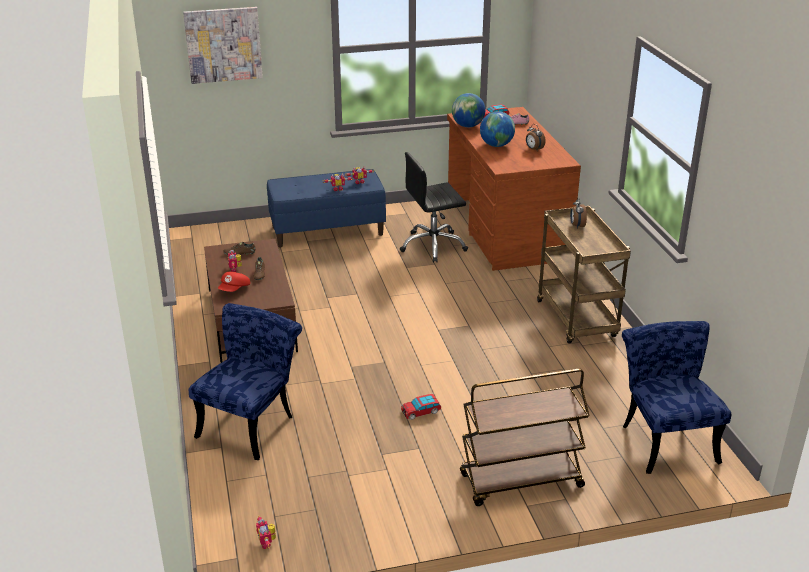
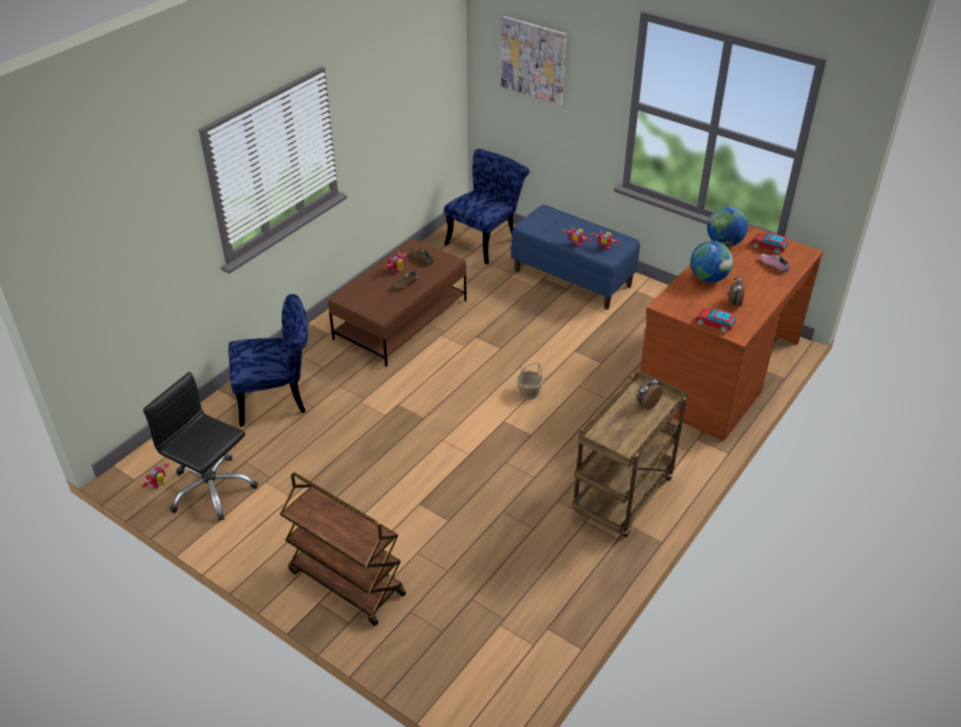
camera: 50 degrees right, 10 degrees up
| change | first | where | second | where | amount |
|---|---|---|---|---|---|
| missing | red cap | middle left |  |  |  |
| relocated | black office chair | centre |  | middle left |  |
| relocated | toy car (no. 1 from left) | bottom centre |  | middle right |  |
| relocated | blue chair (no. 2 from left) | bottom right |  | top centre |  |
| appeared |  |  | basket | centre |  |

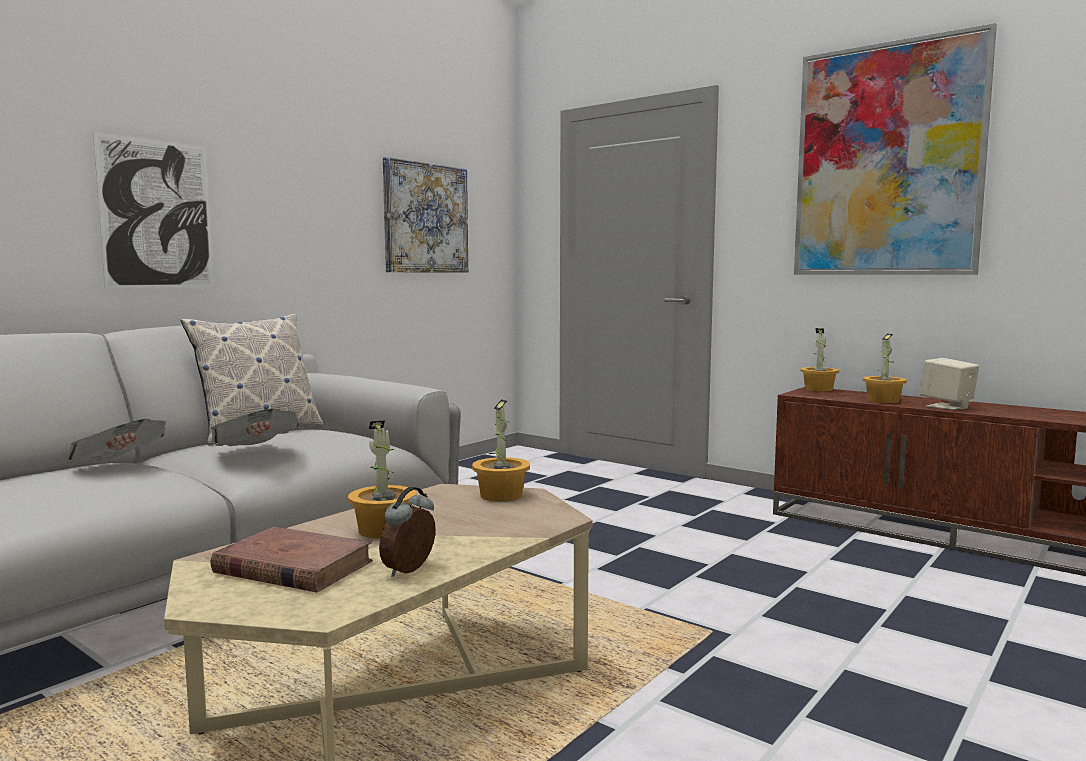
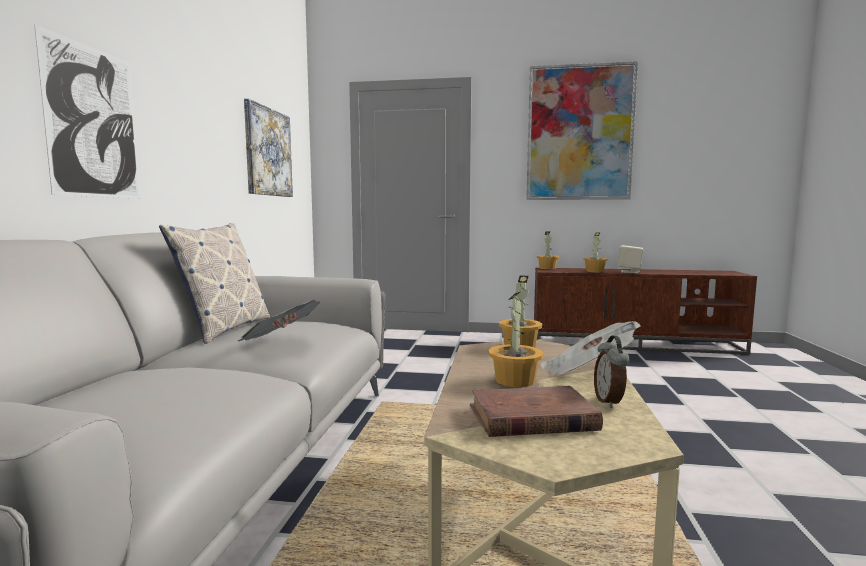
camera: 30 degrees left, 0 degrees up
| change | first | where | second | where | amount |
|---|---|---|---|---|---|
| relocated | newspaper (no. 1 from left in the first image) | middle left | newspaper (no. 2 from left) | middle right |  |

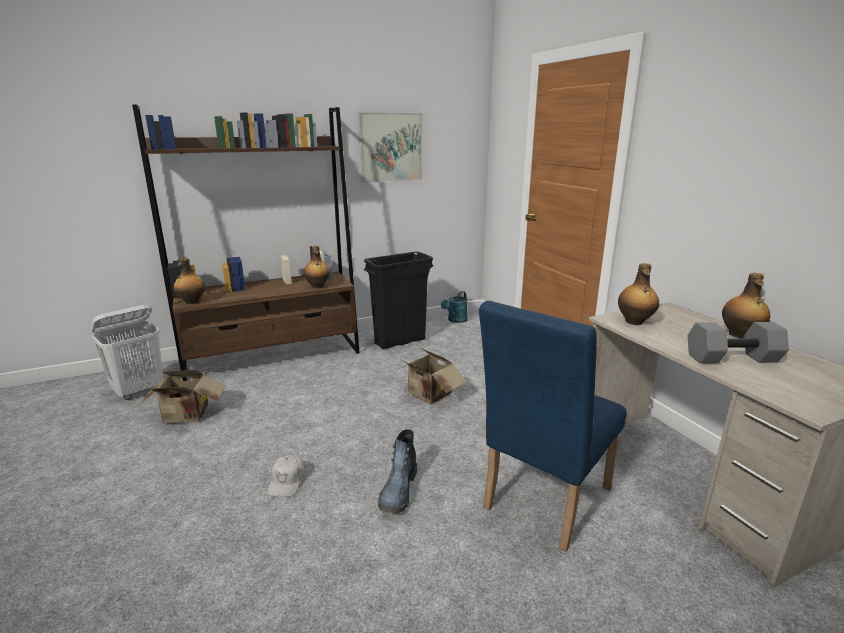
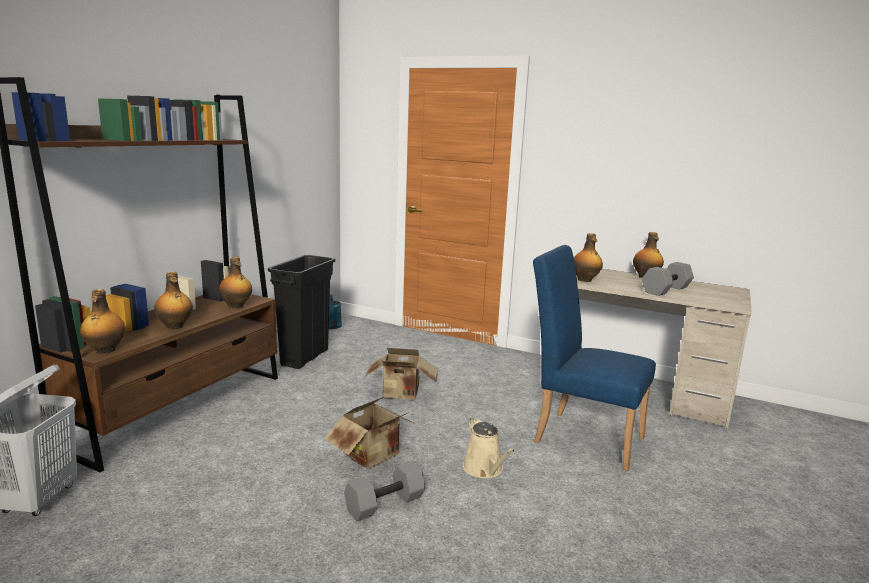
camera: 40 degrees left, 5 degrees down
| change | first | where | second | where | amount |
|---|---|---|---|---|---|
| relocated | cardboard box (no. 1 from left) | middle left |  | bottom centre |  |
| exchanged | white cap | bottom centre | grey dumbbell (no. 1 from left) | bottom centre |  |
| missing | picture | top centre |  |  |  |
| exchanged | boot | bottom centre | beige watering can | bottom centre |  |
| spun | blue chair | bottom centre |  | middle right | 120 degrees clockwise |
| appeared |  |  | bottle (no. 2 from left) | middle left |  |

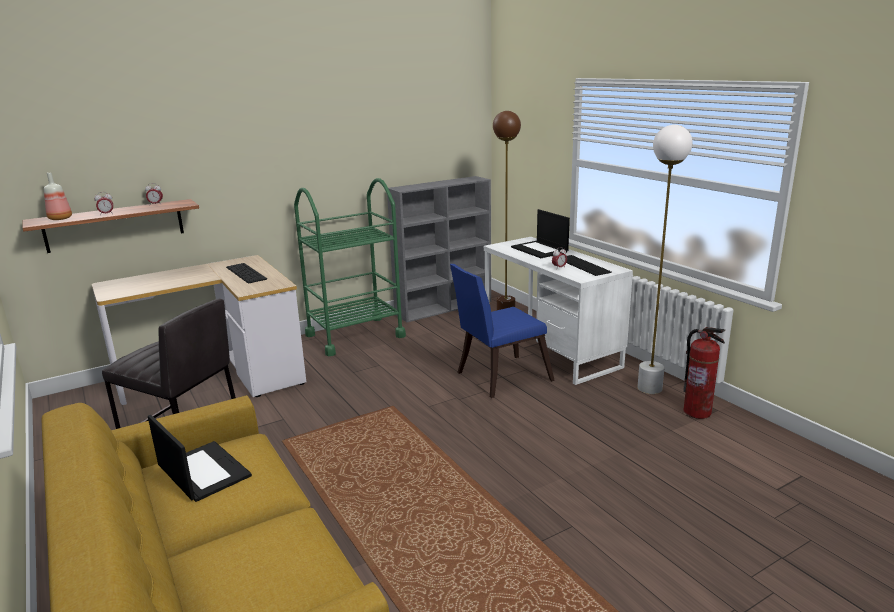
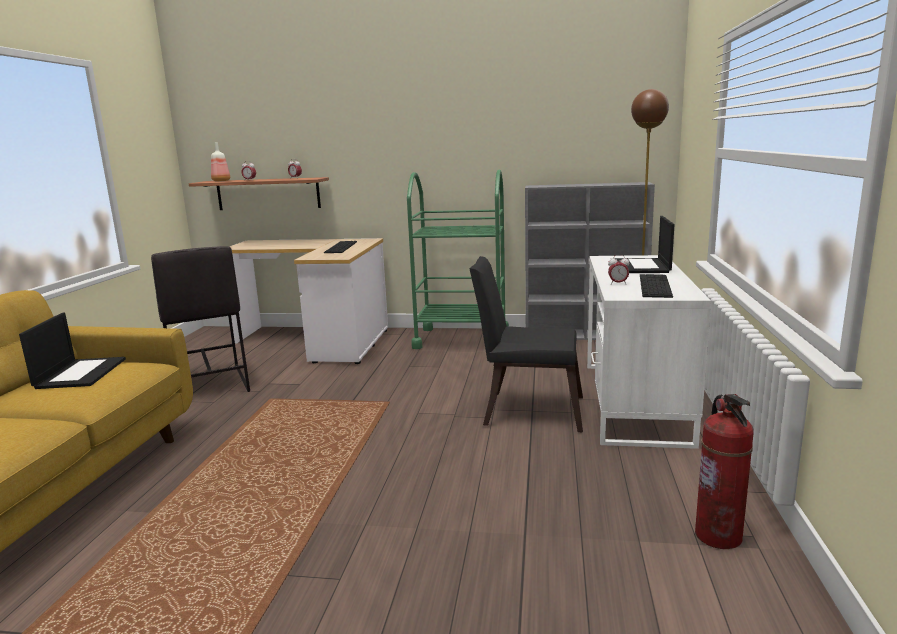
camera: 40 degrees right, 5 degrees down
| change | first | where | second | where | amount |
|---|---|---|---|---|---|
| colour | blue chair | centre | black chair | centre |  |
| missing | white floor lamp | middle right |  |  |  |

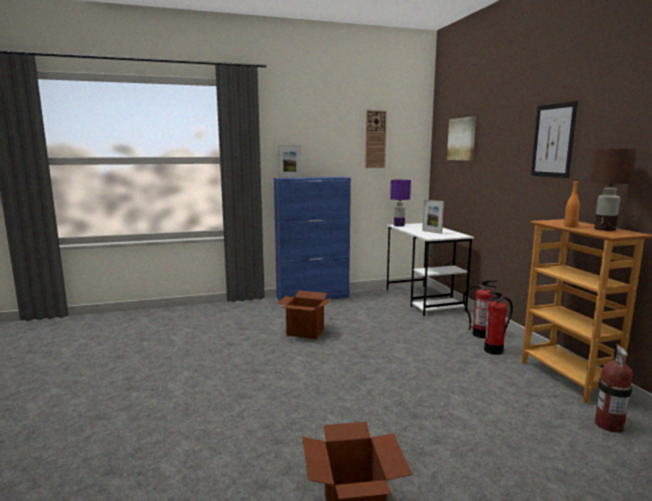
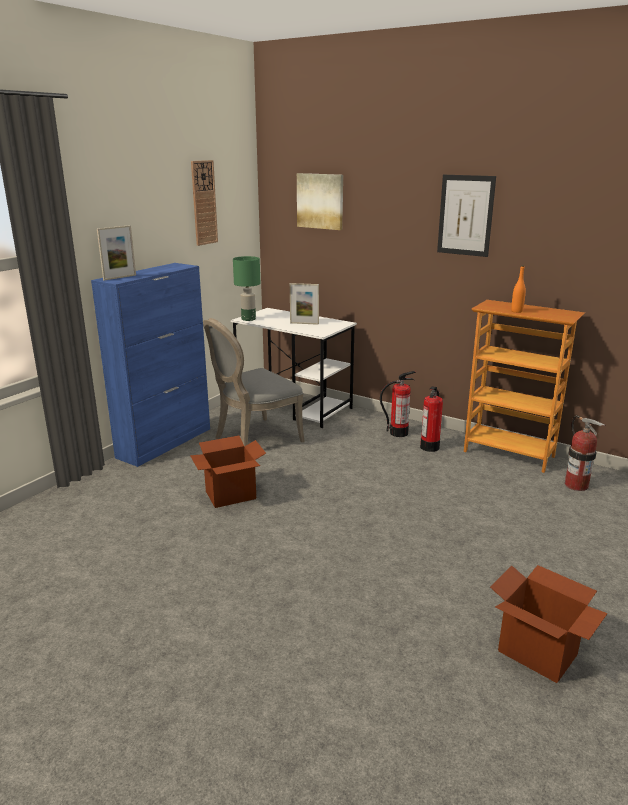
camera: 40 degrees left, 10 degrees up
| change | first | where | second | where | amount |
|---|---|---|---|---|---|
| colour | purple table lamp | centre | green table lamp | centre |  |
| missing | brown table lamp | middle right |  |  |  |
| appeared |  |  | grey chair | centre |  |

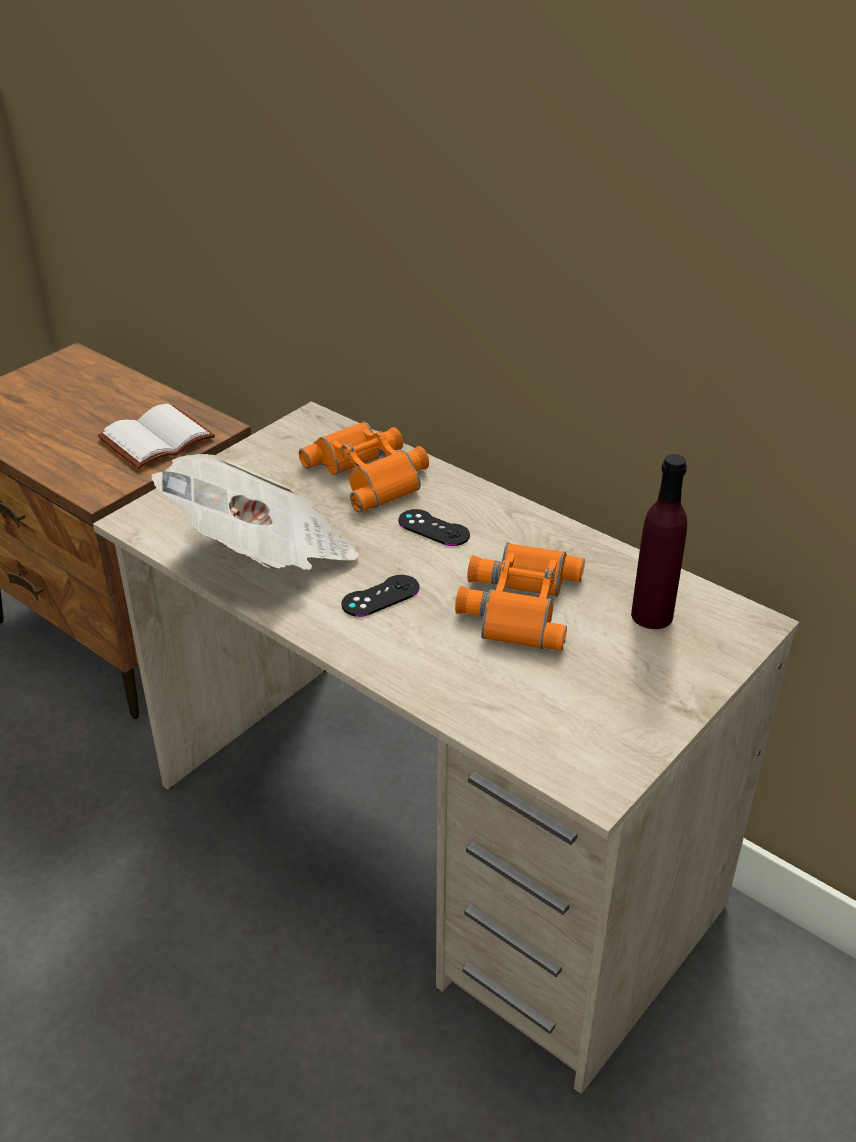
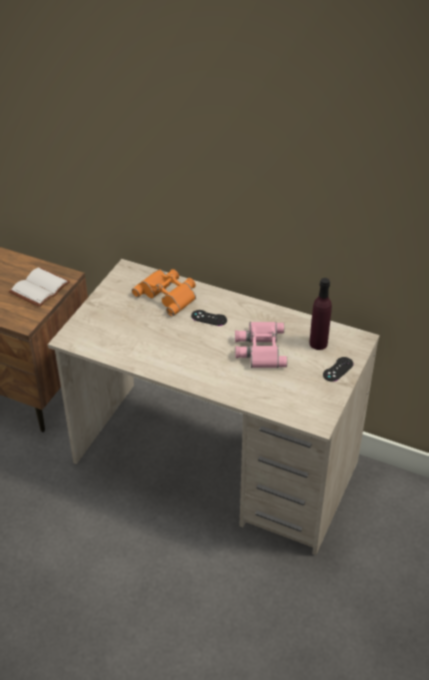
camera: 15 degrees left, 5 degrees up
| change | first | where | second | where | amount |
|---|---|---|---|---|---|
| missing | newspaper | middle left |  |  |  |
| relocated | black game controller (no. 1 from left in the first image) | centre | black game controller (no. 2 from left) | middle right |  |
| colour | orange binoculars (no. 2 from left) | centre | pink binoculars | centre |  |

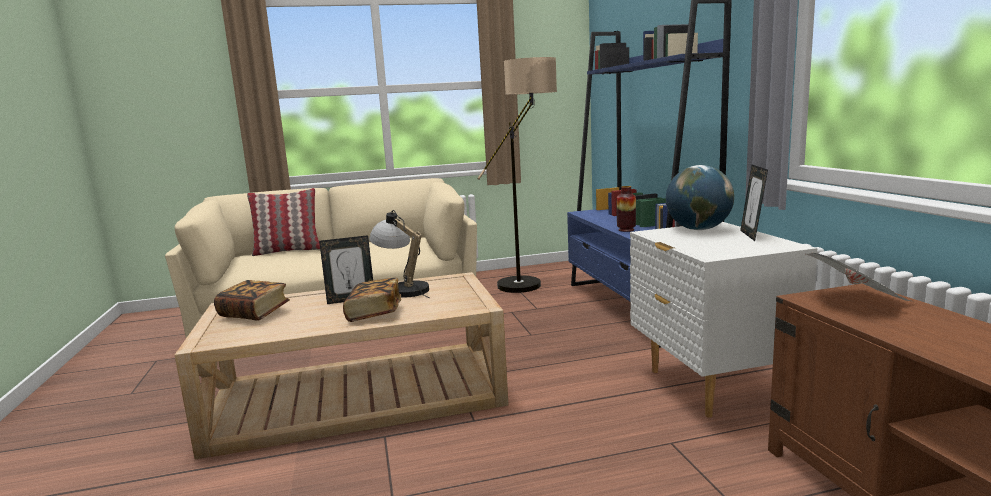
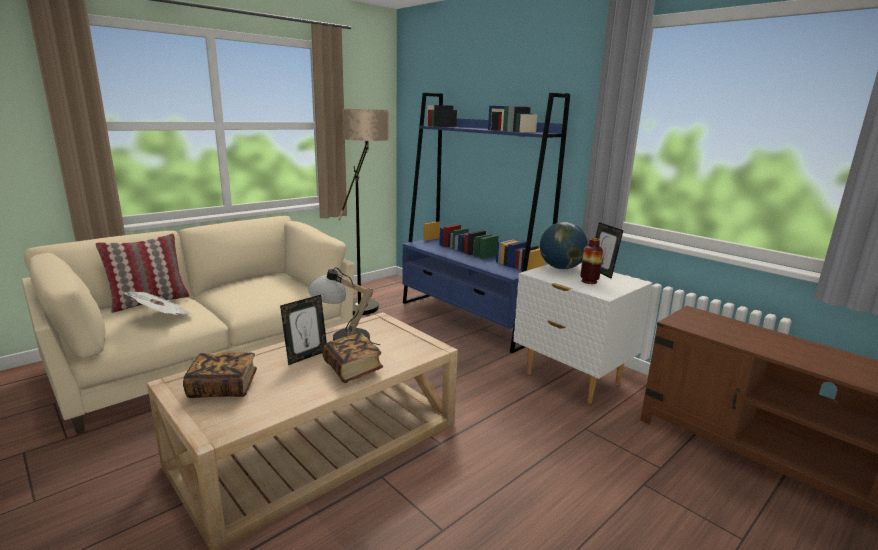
camera: 30 degrees left, 5 degrees up
| change | first | where | second | where | amount |
|---|---|---|---|---|---|
| relocated | vase | centre |  | middle right |  |
| relocated | newspaper | middle right |  | middle left |  |

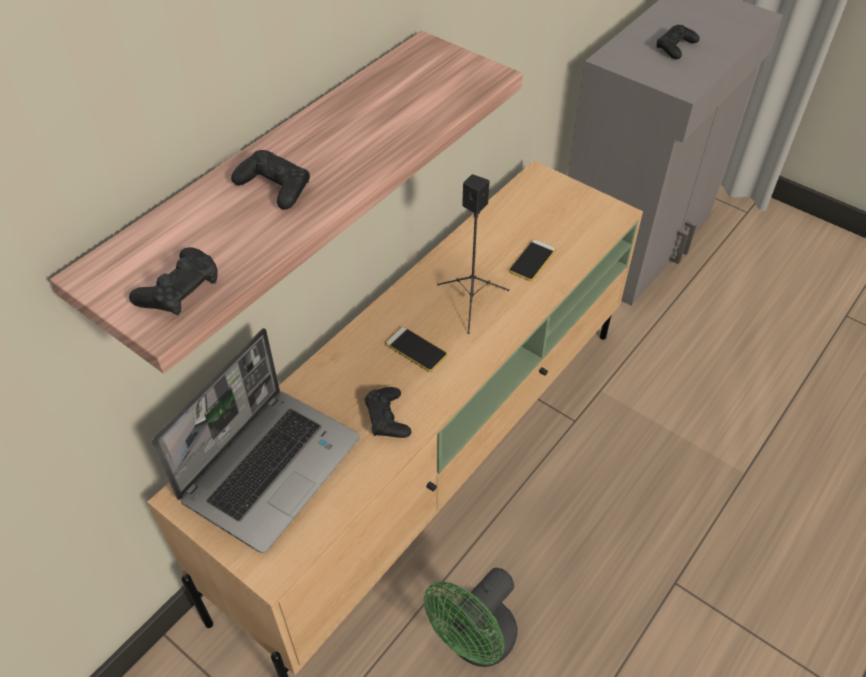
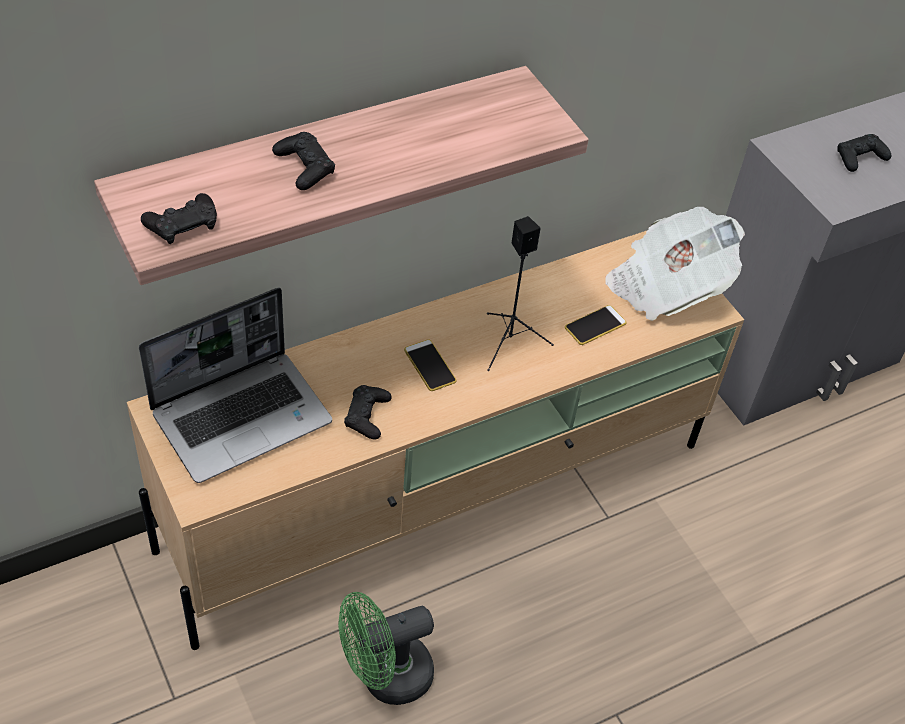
camera: 20 degrees right, 0 degrees up
| change | first | where | second | where | amount |
|---|---|---|---|---|---|
| appeared |  |  | newspaper | middle right |  |

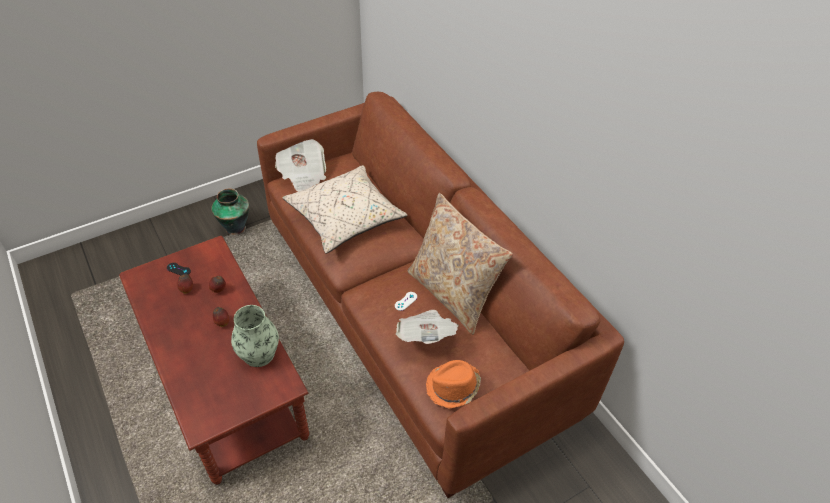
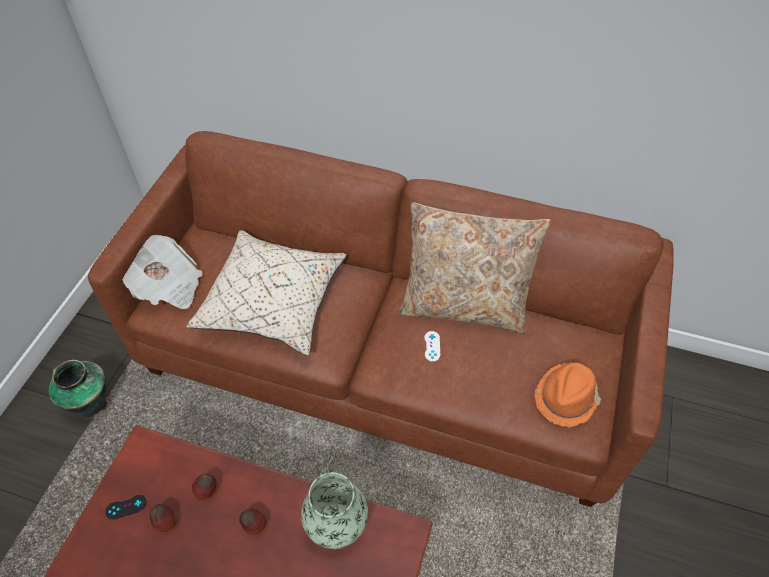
camera: 40 degrees left, 5 degrees up
| change | first | where | second | where | amount |
|---|---|---|---|---|---|
| missing | newspaper (no. 2 from left) | centre |  |  |  |

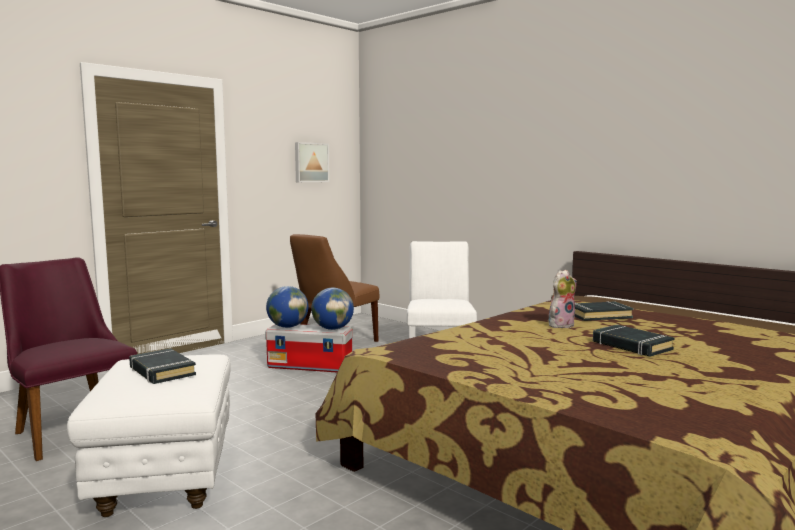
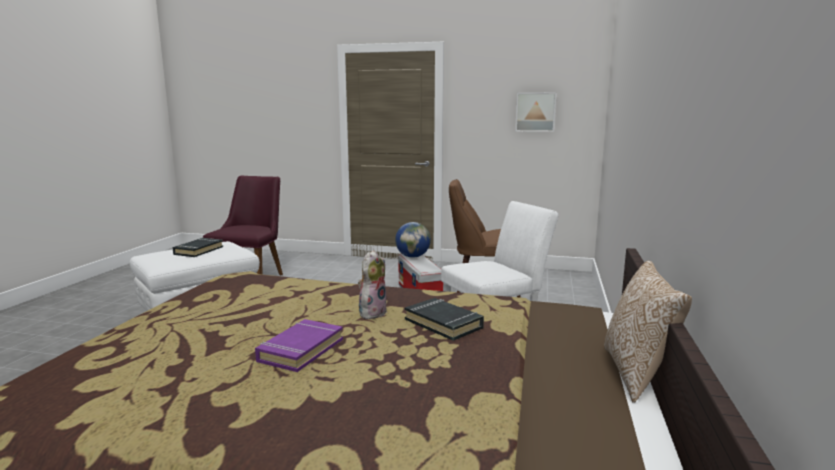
camera: 60 degrees right, 5 degrees up
| change | first | where | second | where | amount |
|---|---|---|---|---|---|
| missing | globe (no. 2 from left) | centre |  |  |  |
| spun | plush toy | middle right |  | centre | 90 degrees counterclockwise |
| colour | black book (no. 3 from left) | middle right | purple book | bottom centre |  |
| appeared |  |  | pillow | bottom right |  |

